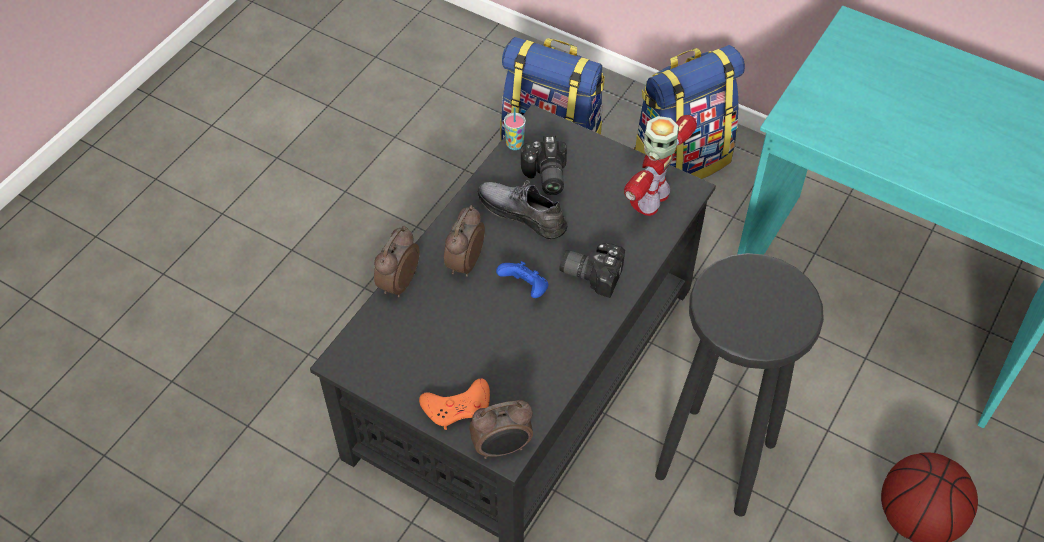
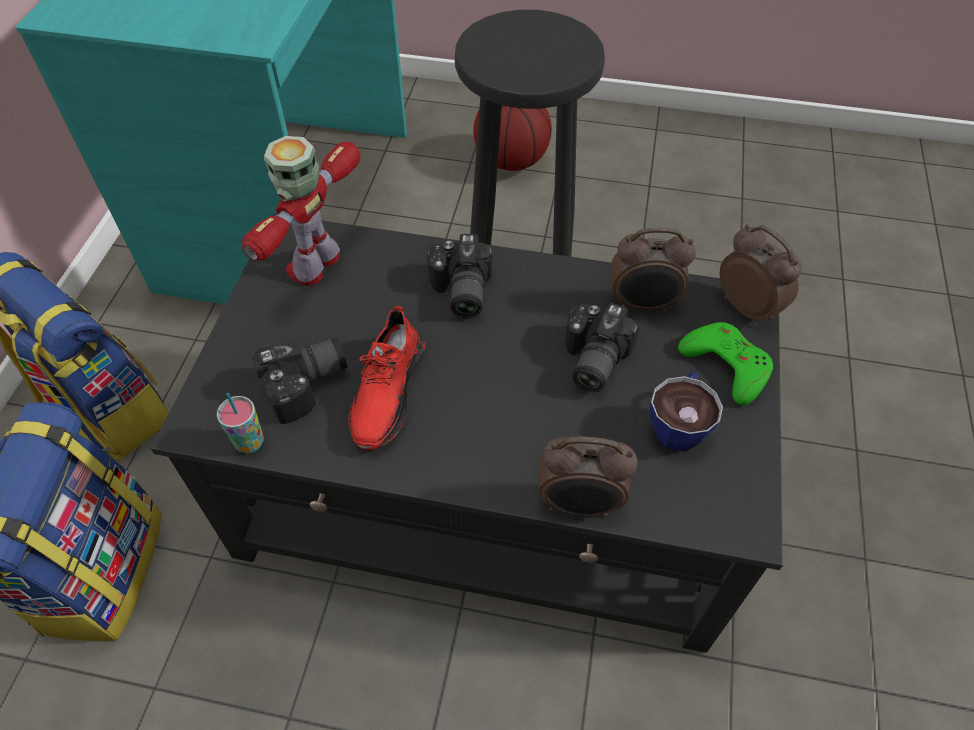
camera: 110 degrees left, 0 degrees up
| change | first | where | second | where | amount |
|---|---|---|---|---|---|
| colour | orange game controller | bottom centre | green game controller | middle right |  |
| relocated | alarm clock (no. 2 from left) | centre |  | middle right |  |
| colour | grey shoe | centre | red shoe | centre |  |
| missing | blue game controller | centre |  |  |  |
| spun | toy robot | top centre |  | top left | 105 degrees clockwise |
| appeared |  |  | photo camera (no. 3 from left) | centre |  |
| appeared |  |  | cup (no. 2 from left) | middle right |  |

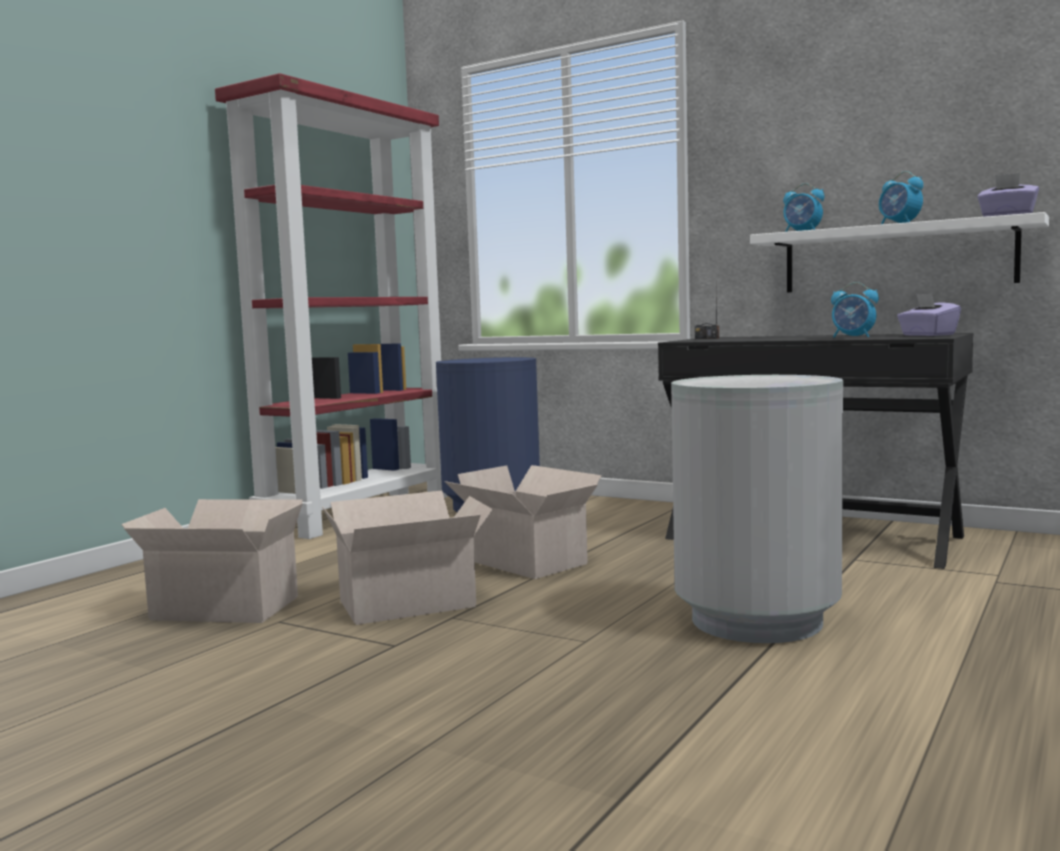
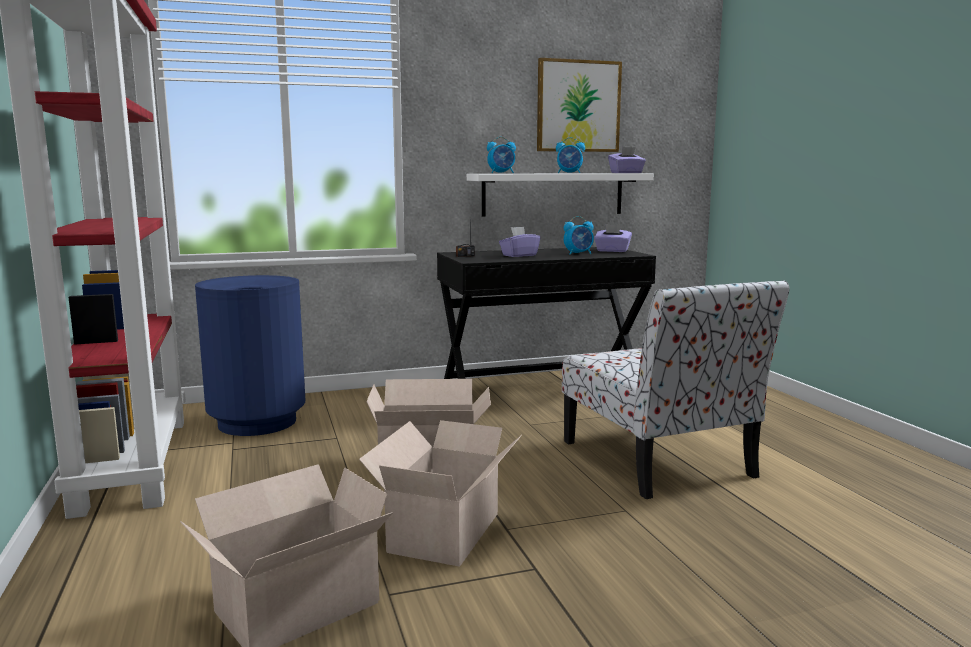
camera: 50 degrees left, 5 degrees up
| change | first | where | second | where | amount |
|---|---|---|---|---|---|
| exchanged | grey trash can | middle right | chair | middle right |  |
| appeared |  |  | purple tissue box (no. 1 from left) | centre |  |
| appeared |  |  | picture | top centre |  |

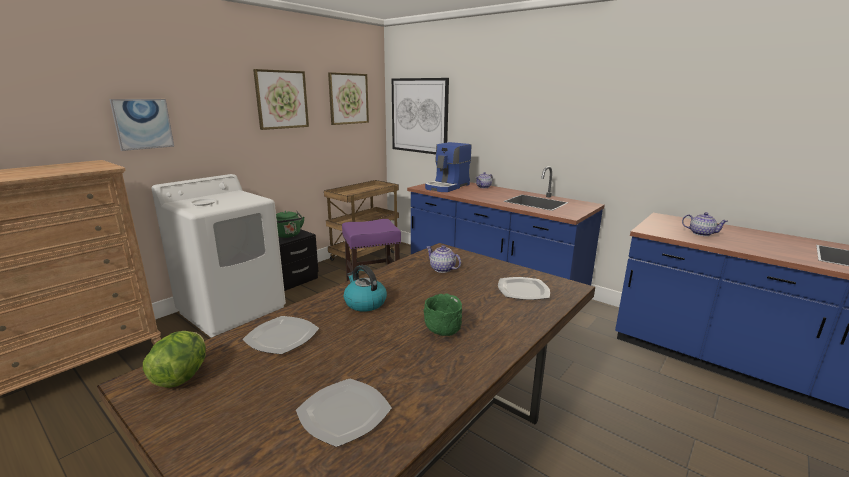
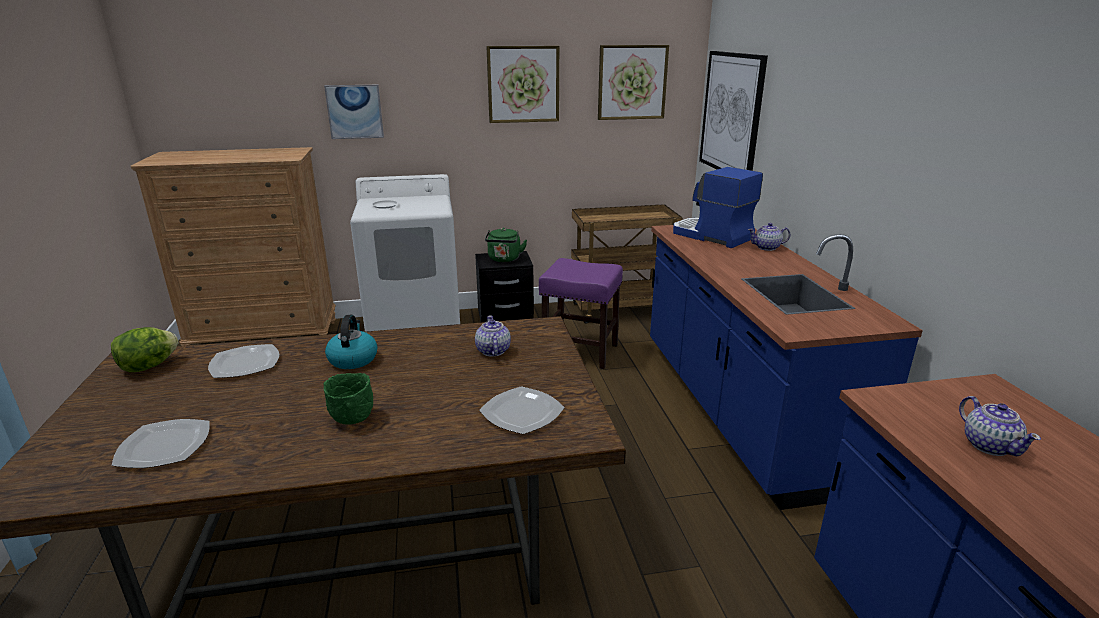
camera: 40 degrees right, 5 degrees up
| change | first | where | second | where | amount |
|---|---|---|---|---|---|
| spun | coffee machine | centre |  | centre | 60 degrees clockwise |

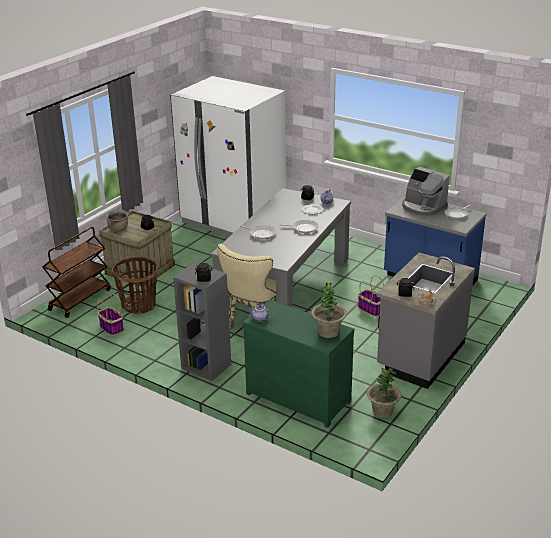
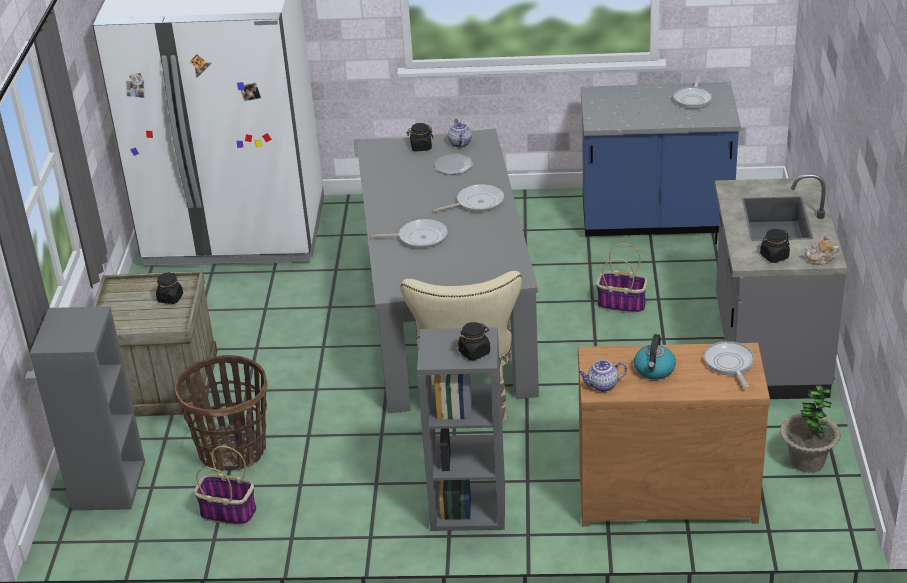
camera: 30 degrees left, 5 degrees up
| change | first | where | second | where | amount |
|---|---|---|---|---|---|
| exchanged | brown cart | middle left | grey bookcase (no. 1 from left) | bottom left |  |
| missing | brown cooking pot | middle left |  |  |  |
| colour | green dresser | bottom centre | brown dresser | bottom right |  |
| exchanged | potted plant (no. 1 from left) | centre | frying pan (no. 4 from left) | middle right |  |
| missing | coffee machine | middle right |  |  |  |
| appeared |  |  | kettle | middle right |  |

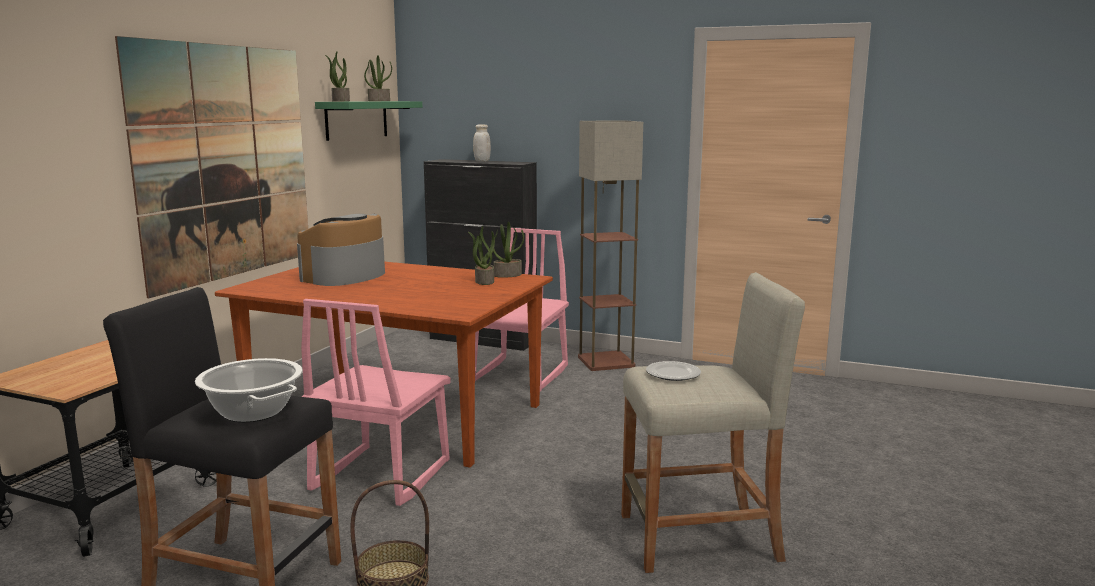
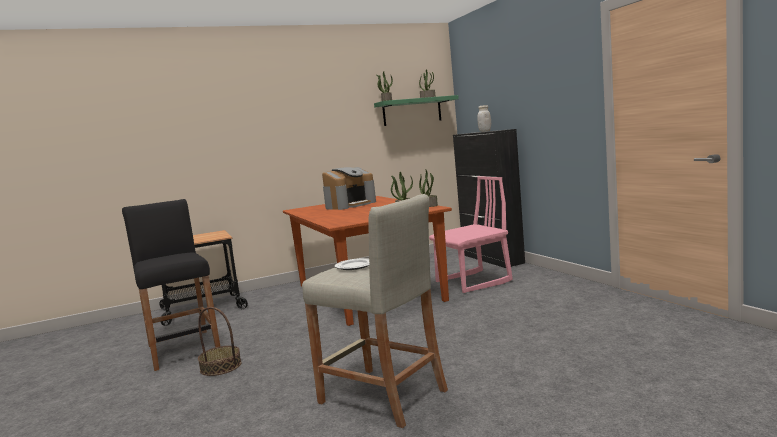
camera: 45 degrees right, 5 degrees down
| change | first | where | second | where | amount |
|---|---|---|---|---|---|
| missing | picture | top left |  |  |  |
| missing | cooking pot | middle left |  |  |  |
| spun | coffee machine | middle left |  | centre | 150 degrees clockwise |
| missing | pink chair (no. 1 from left) | bottom centre |  |  |  |
| missing | floor lamp | centre |  |  |  |

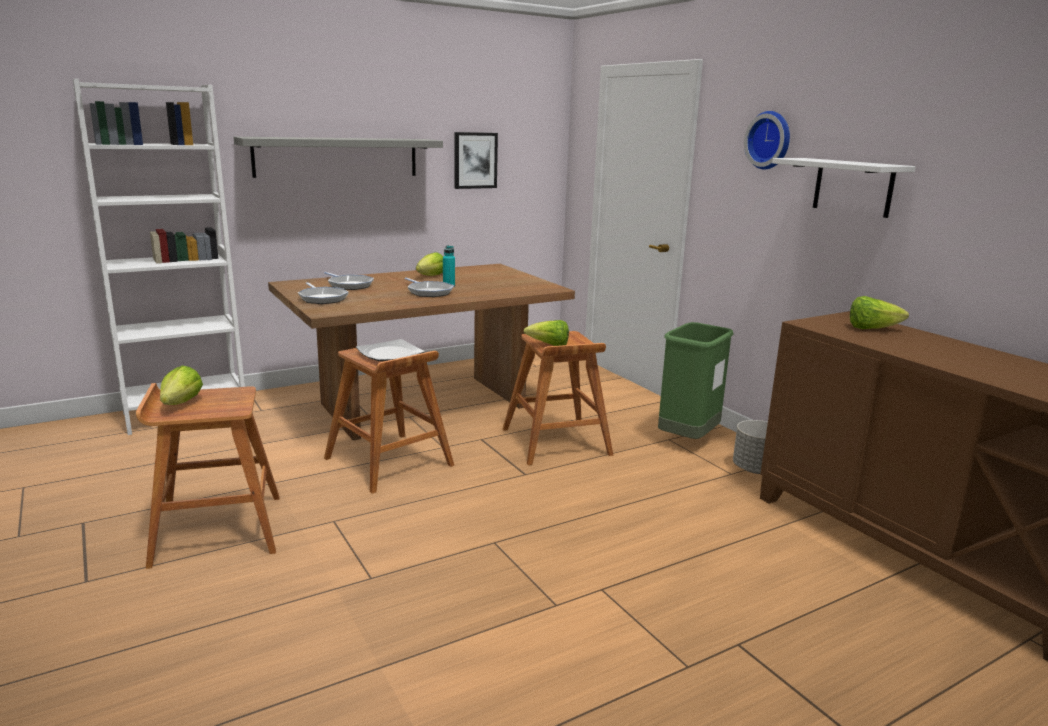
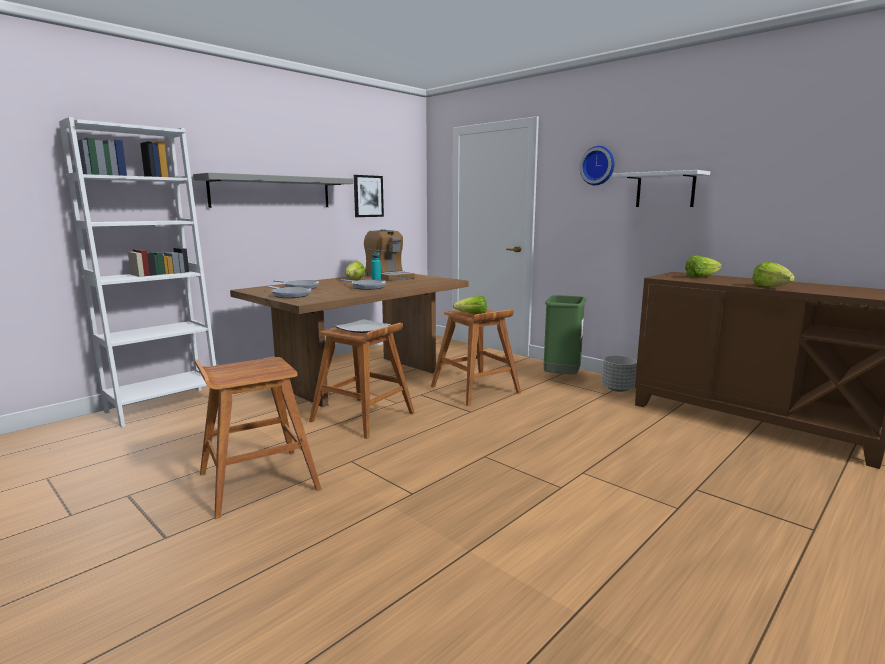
camera: 15 degrees left, 5 degrees down
| change | first | where | second | where | amount |
|---|---|---|---|---|---|
| relocated | lettuce (no. 1 from left in the first image) | middle left | lettuce (no. 4 from left) | middle right |  |
| appeared |  |  | coffee machine | centre |  |

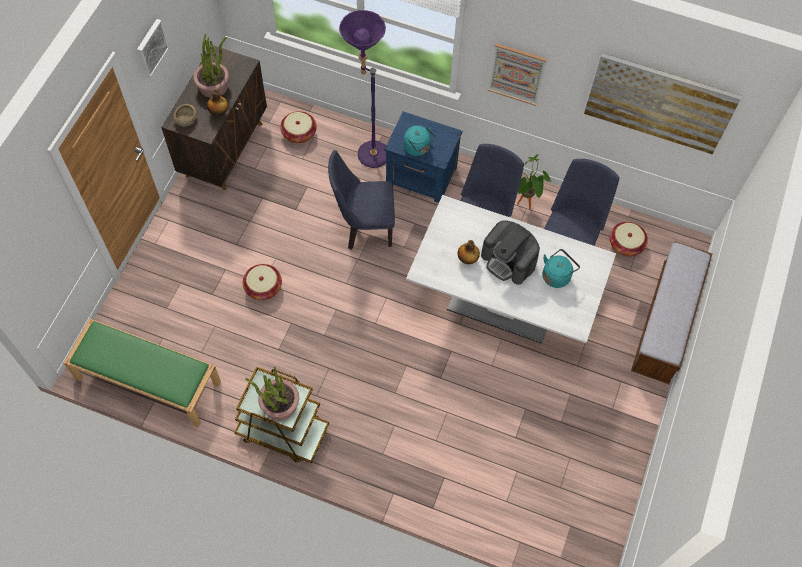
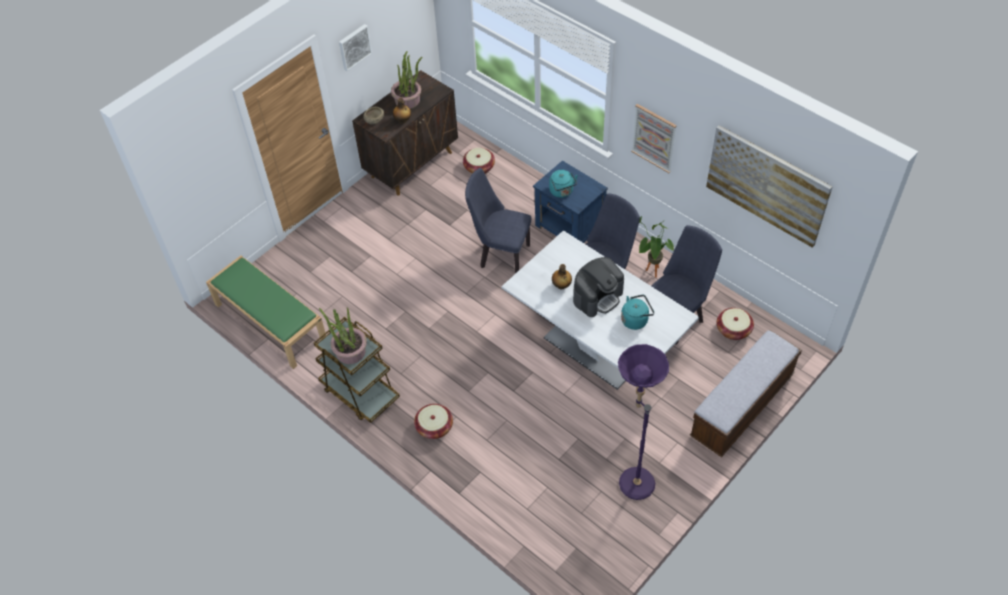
camera: 25 degrees right, 10 degrees down
| change | first | where | second | where | amount |
|---|---|---|---|---|---|
| relocated | basket (no. 1 from left) | middle left |  | bottom centre |  |
| relocated | purple floor lamp | top centre |  | bottom centre |  |
| spun | coffee machine | centre |  | centre | 105 degrees counterclockwise |

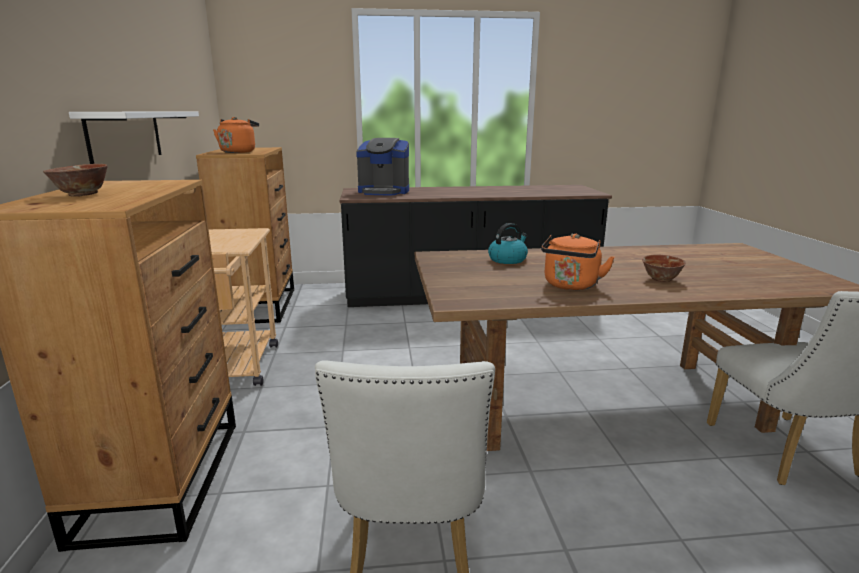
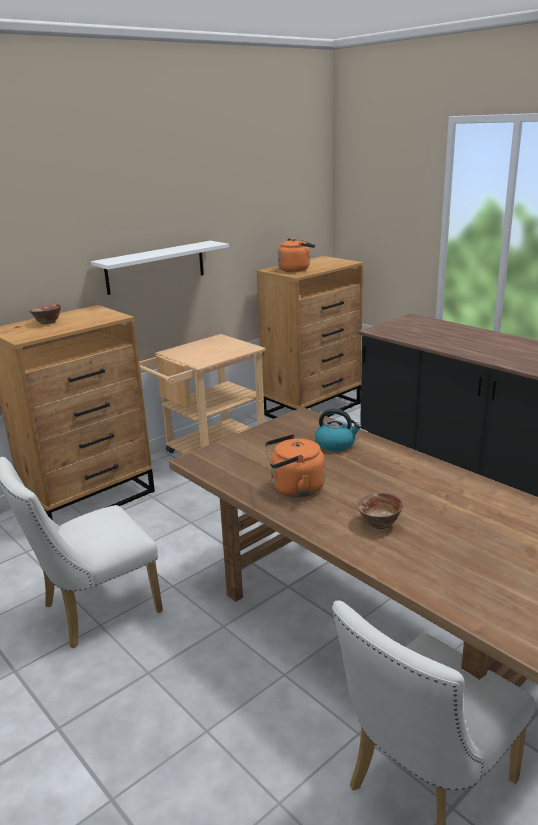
camera: 55 degrees right, 5 degrees up
| change | first | where | second | where | amount |
|---|---|---|---|---|---|
| missing | coffee machine | top centre |  |  |  |

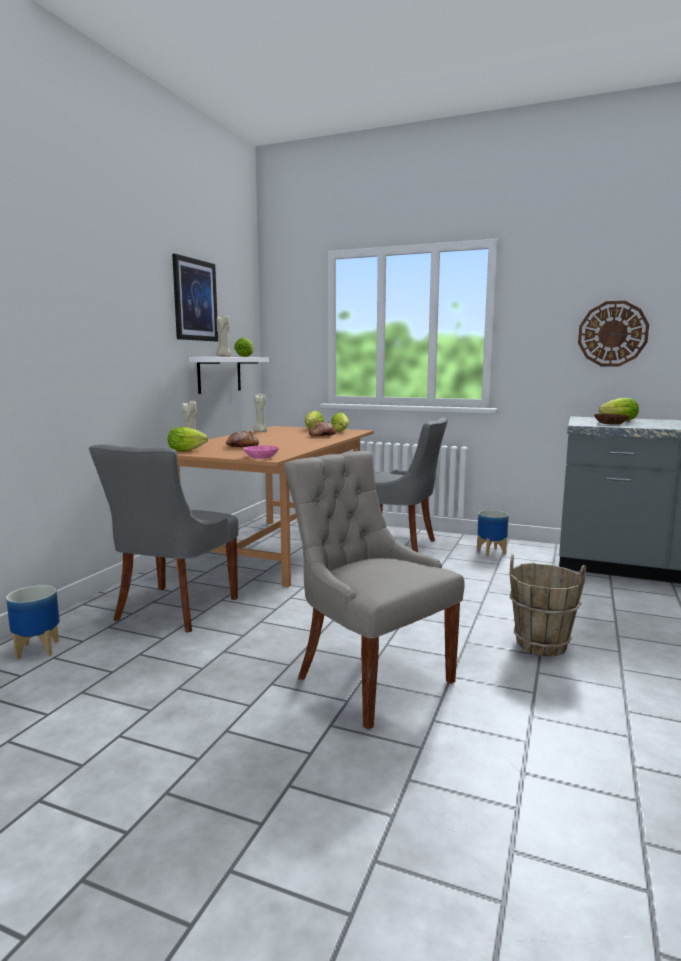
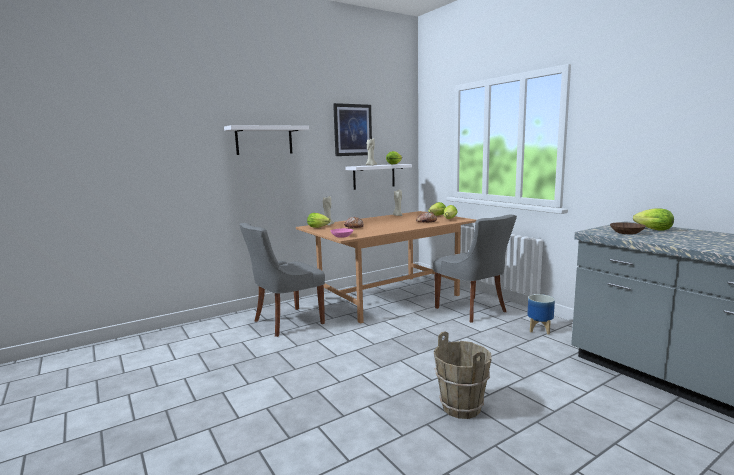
camera: 35 degrees right, 0 degrees up
| change | first | where | second | where | amount |
|---|---|---|---|---|---|
| missing | planter (no. 1 from left) | middle left |  |  |  |
| missing | grey chair (no. 2 from left) | centre |  |  |  |
| missing | wall clock | middle right |  |  |  |
| appeared |  |  | white shelf (no. 1 from left) | top centre |  |

